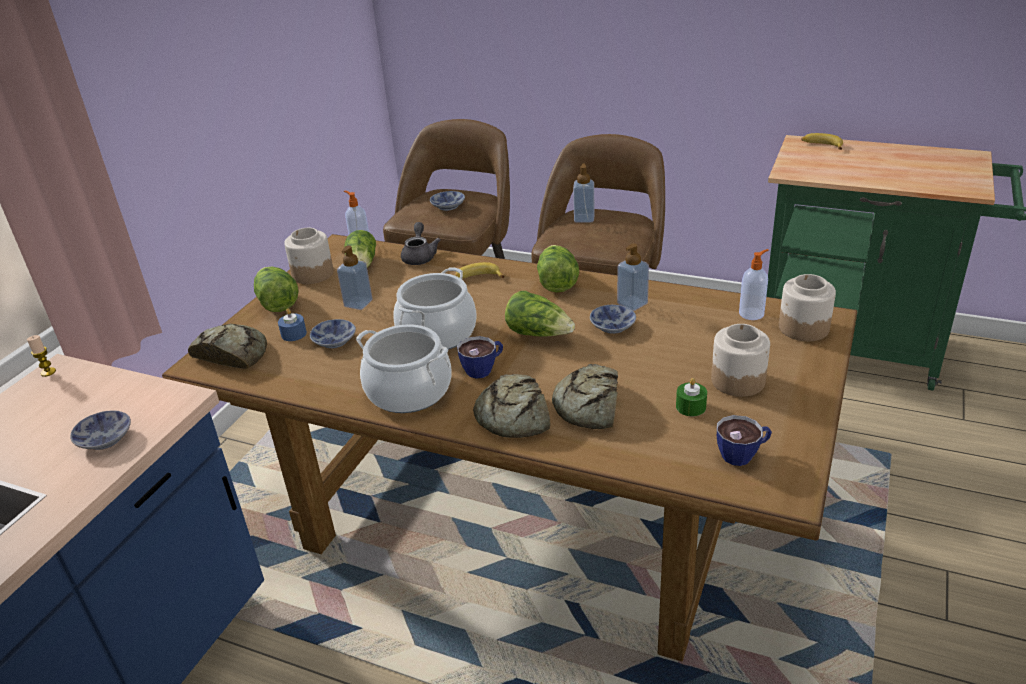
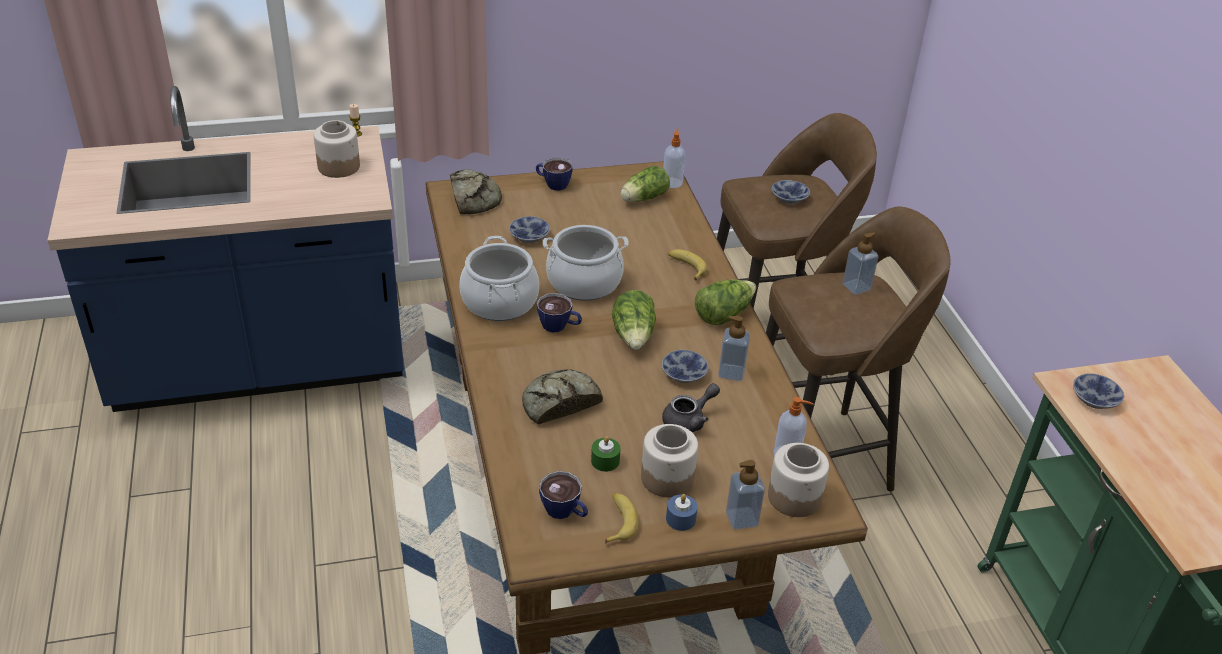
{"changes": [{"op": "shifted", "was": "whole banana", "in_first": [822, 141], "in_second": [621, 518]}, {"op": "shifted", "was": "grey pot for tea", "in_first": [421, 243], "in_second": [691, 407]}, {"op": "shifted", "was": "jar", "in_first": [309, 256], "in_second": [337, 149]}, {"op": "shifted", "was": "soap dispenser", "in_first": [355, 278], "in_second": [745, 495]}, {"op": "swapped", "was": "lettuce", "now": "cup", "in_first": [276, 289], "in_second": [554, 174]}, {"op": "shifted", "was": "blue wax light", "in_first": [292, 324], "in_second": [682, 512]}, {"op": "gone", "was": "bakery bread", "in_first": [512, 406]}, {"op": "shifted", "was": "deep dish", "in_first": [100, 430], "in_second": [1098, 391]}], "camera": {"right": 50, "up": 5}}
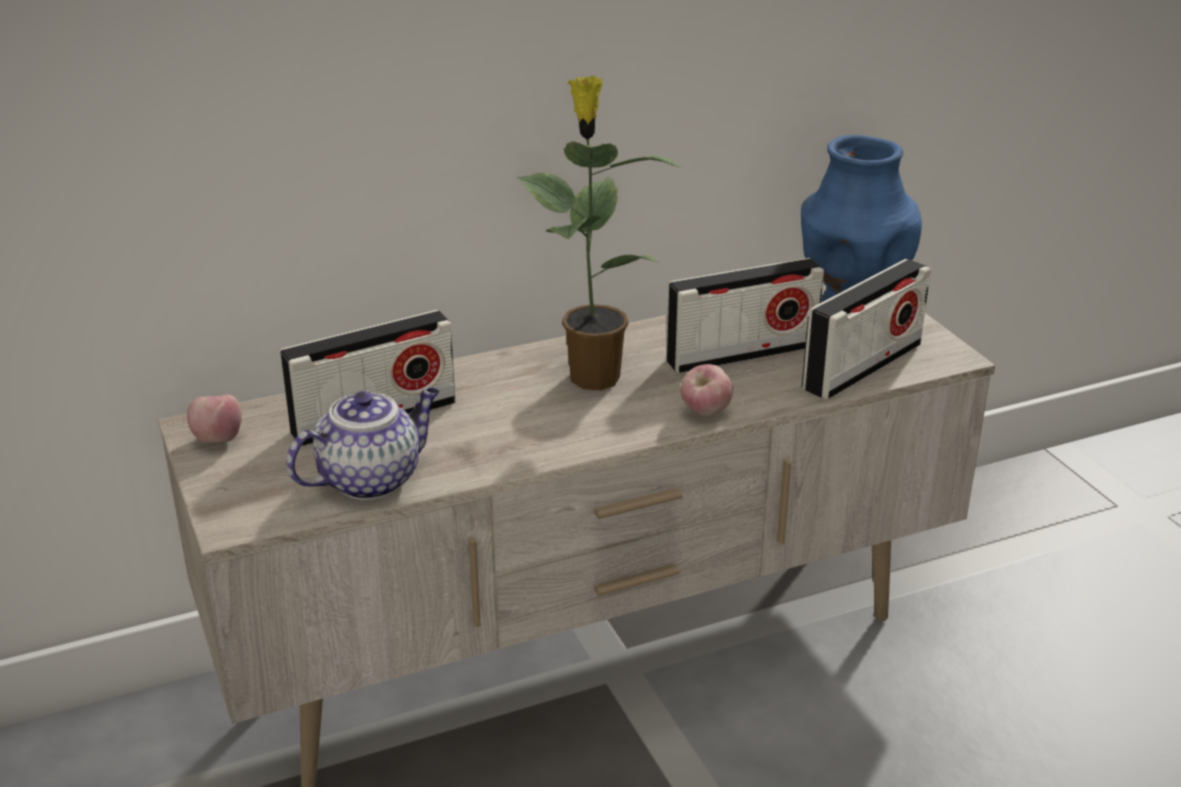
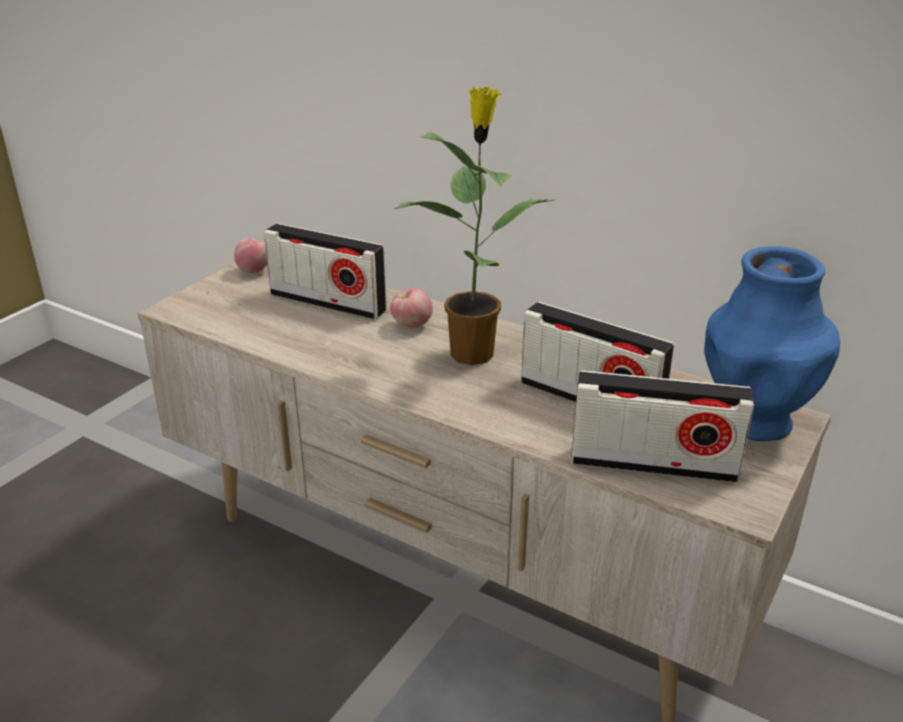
{"changes": [{"op": "shifted", "was": "whole apple", "in_first": [706, 390], "in_second": [411, 308]}, {"op": "gone", "was": "pot for tea", "in_first": [362, 444]}], "camera": {"right": 55, "up": 0}}
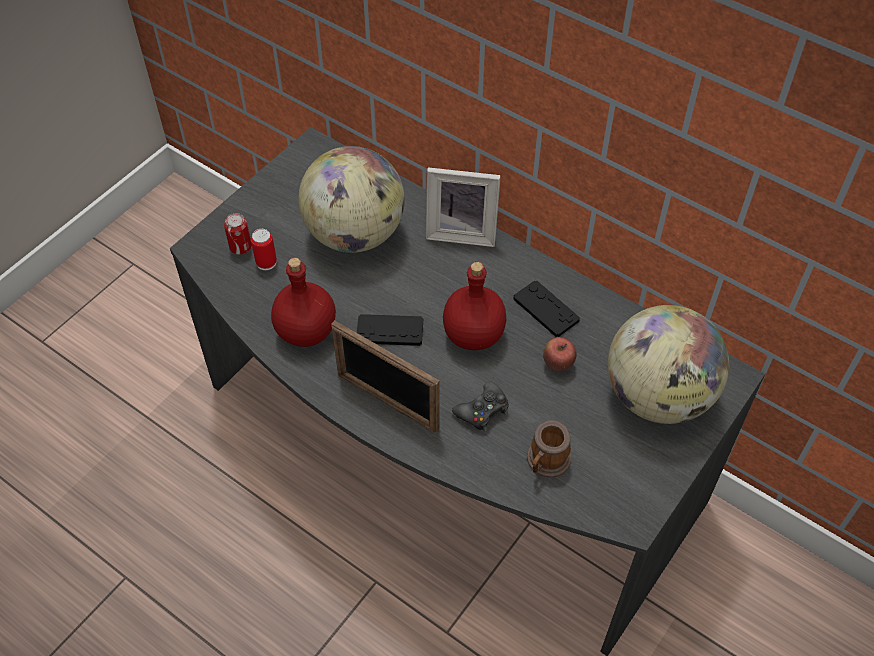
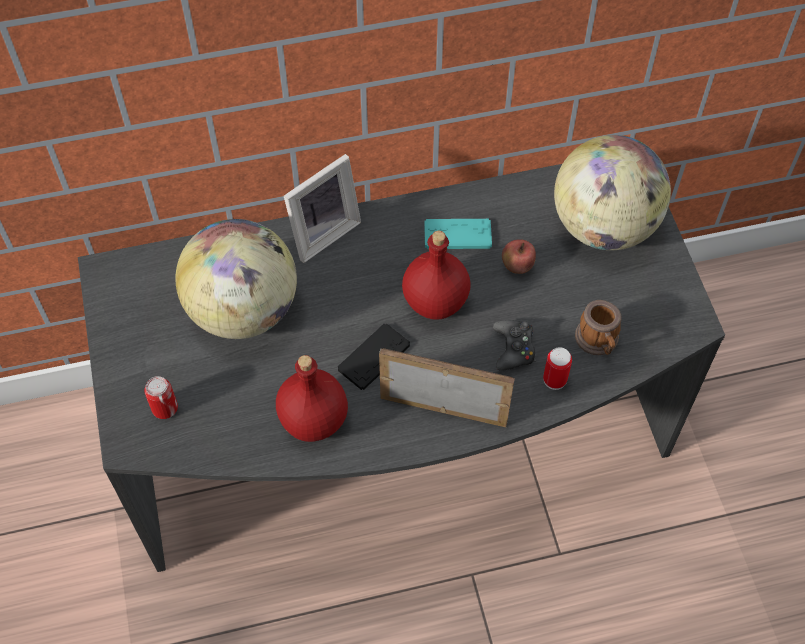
{"changes": [{"op": "shifted", "was": "sealed can", "in_first": [264, 249], "in_second": [557, 368]}, {"op": "repainted", "was": "blackish gamepad", "now": "blue-green gamepad", "in_first": [546, 309], "in_second": [458, 234]}, {"op": "rotated", "was": "photo frame", "in_first": [385, 376], "in_second": [447, 387], "clockwise": -150}], "camera": {"right": -50, "up": 5}}
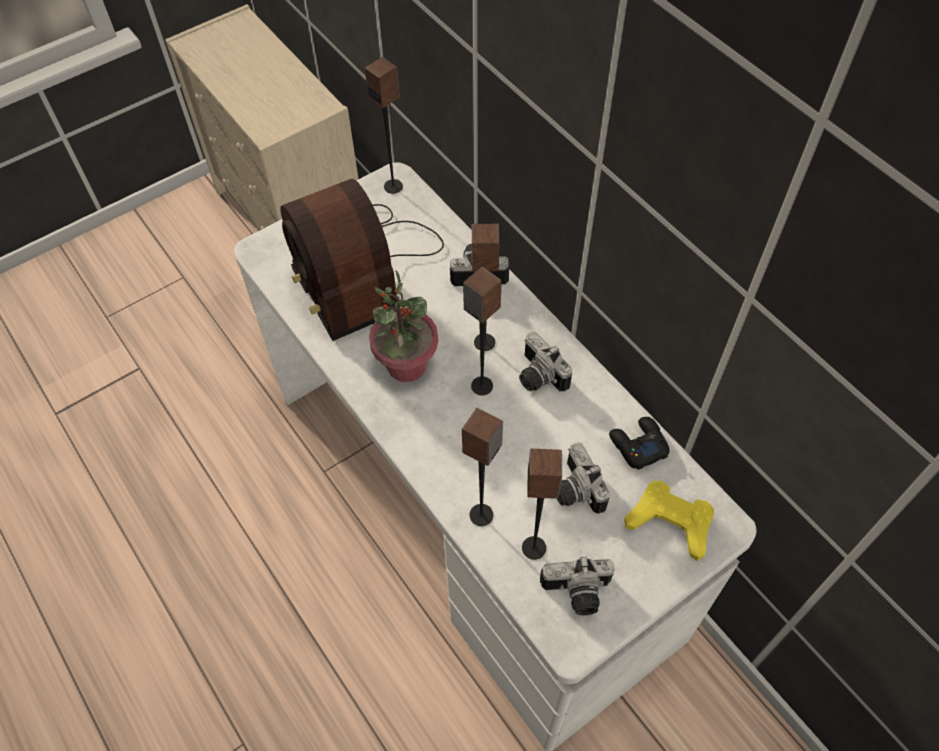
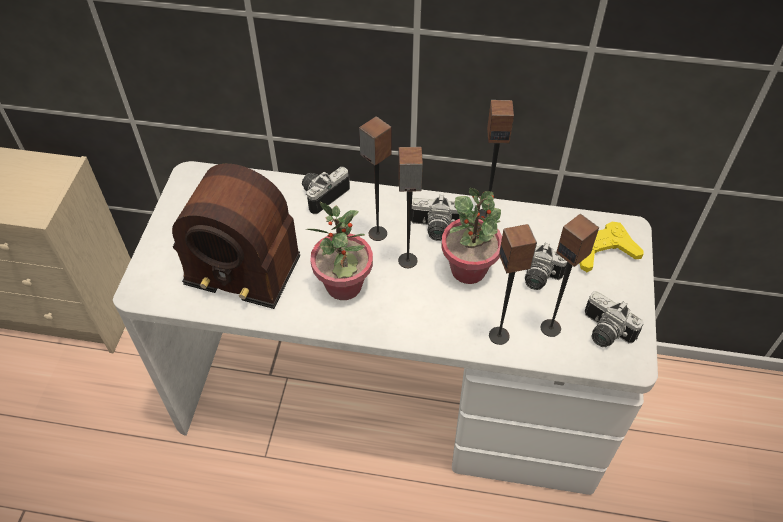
{"changes": [{"op": "shifted", "was": "loudspeaker", "in_first": [384, 125], "in_second": [496, 159]}, {"op": "gone", "was": "blackish gamepad", "in_first": [639, 443]}, {"op": "rotated", "was": "still camera", "in_first": [577, 585], "in_second": [614, 319], "clockwise": 90}, {"op": "new", "now": "plant in a pot", "in_second": [472, 236]}], "camera": {"right": -45, "up": -5}}
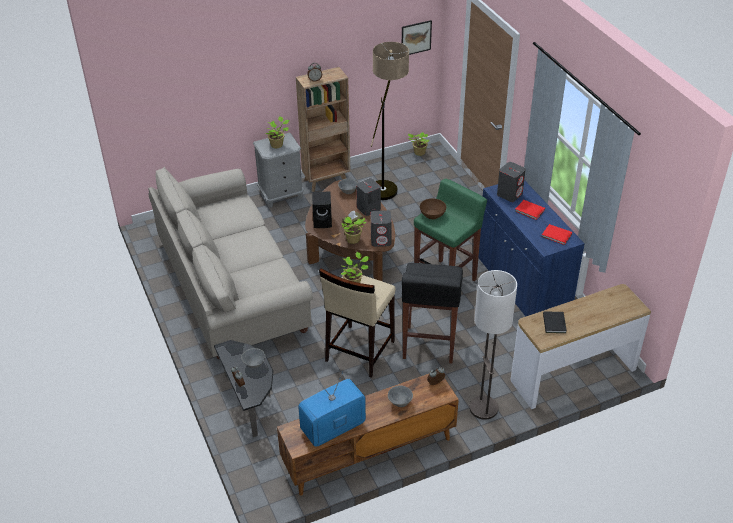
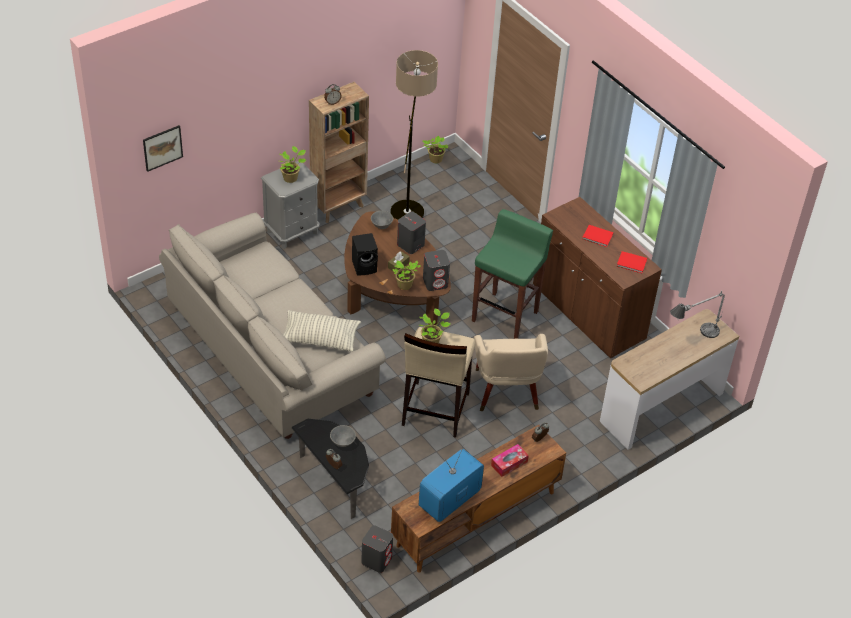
{"changes": [{"op": "shifted", "was": "wall art", "in_first": [417, 37], "in_second": [163, 148]}, {"op": "shifted", "was": "grey loudspeaker", "in_first": [511, 182], "in_second": [377, 549]}, {"op": "repainted", "was": "blue storage cabinet", "now": "brown-coloured storage cabinet", "in_first": [531, 248], "in_second": [597, 278]}, {"op": "gone", "was": "brown-coloured deep dish", "in_first": [433, 208]}, {"op": "swapped", "was": "blackish stool seat", "now": "beige lounge chair", "in_first": [432, 313], "in_second": [511, 372]}, {"op": "gone", "was": "standard lamp", "in_first": [493, 345]}, {"op": "gone", "was": "blackish bound book", "in_first": [555, 322]}, {"op": "swapped", "was": "grey deep dish", "now": "box of tissues", "in_first": [400, 396], "in_second": [510, 460]}, {"op": "new", "now": "table lamp", "in_second": [697, 314]}, {"op": "new", "now": "throw pillow", "in_second": [322, 331]}], "camera": {"right": -15, "up": 5}}
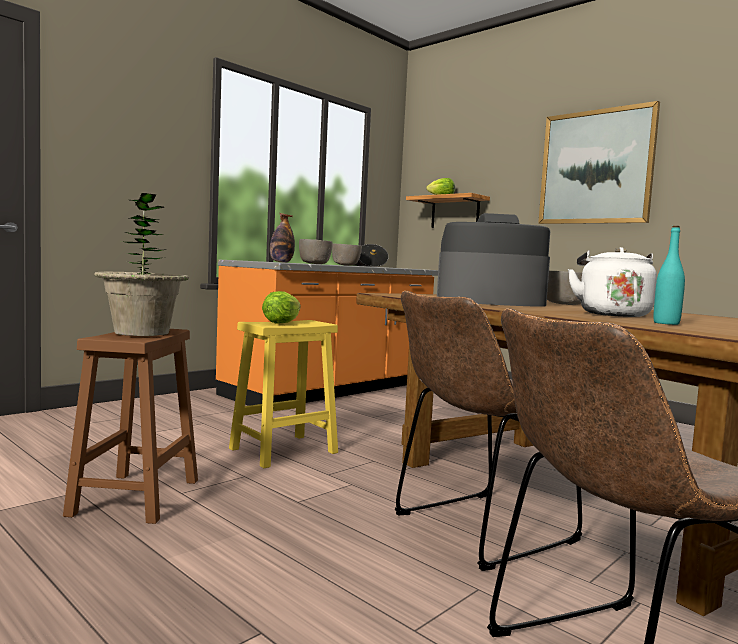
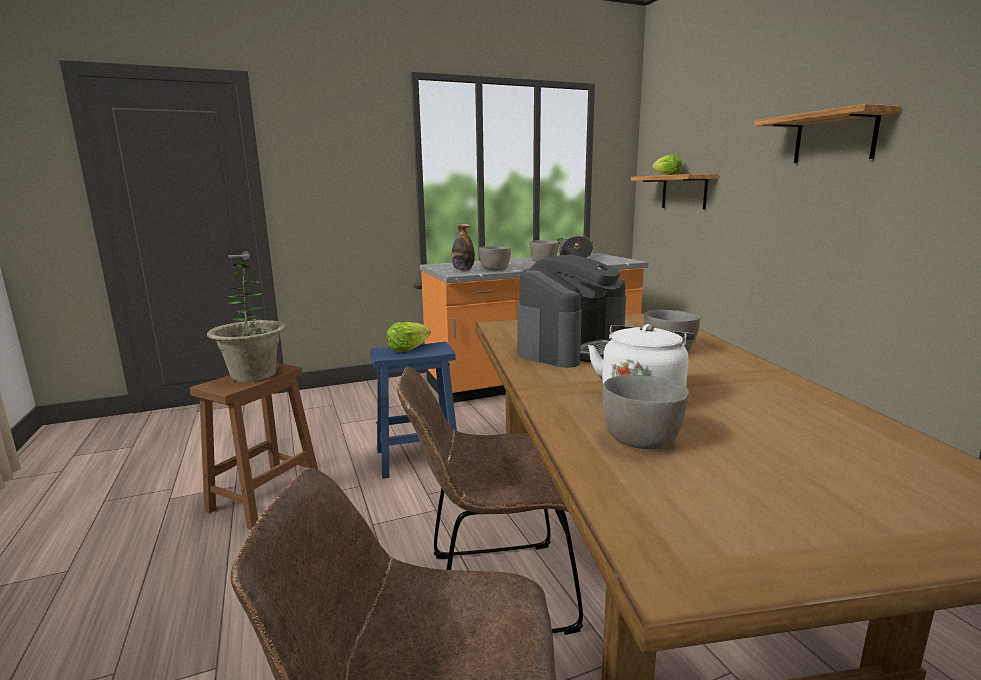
{"changes": [{"op": "swapped", "was": "wall art", "now": "bracket shelf", "in_first": [599, 162], "in_second": [827, 133]}, {"op": "rotated", "was": "coffee maker", "in_first": [493, 260], "in_second": [571, 311], "clockwise": 105}, {"op": "swapped", "was": "blue-green beverage bottle", "now": "grey deep dish", "in_first": [669, 275], "in_second": [645, 412]}, {"op": "repainted", "was": "yellow-coloured stool seat", "now": "blue stool seat", "in_first": [283, 394], "in_second": [413, 410]}], "camera": {"right": 25, "up": 10}}
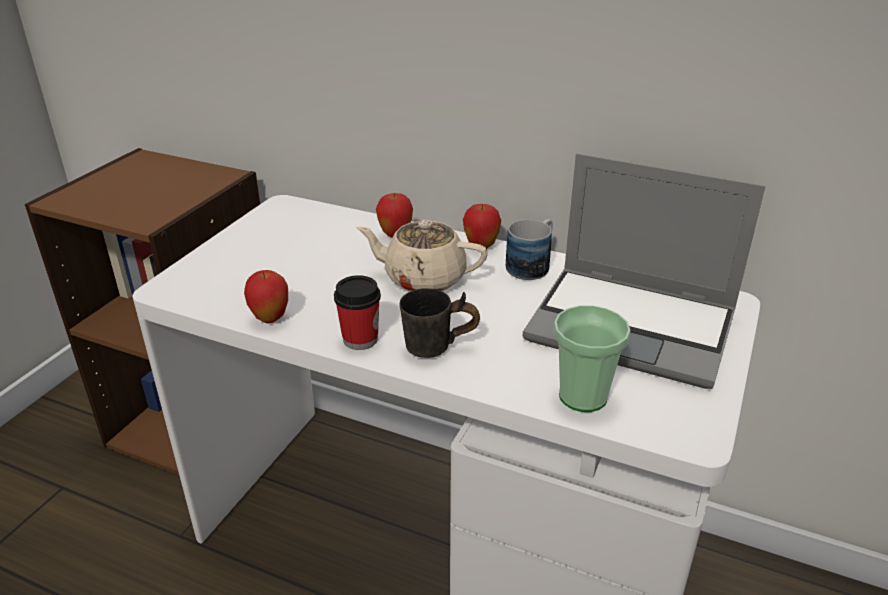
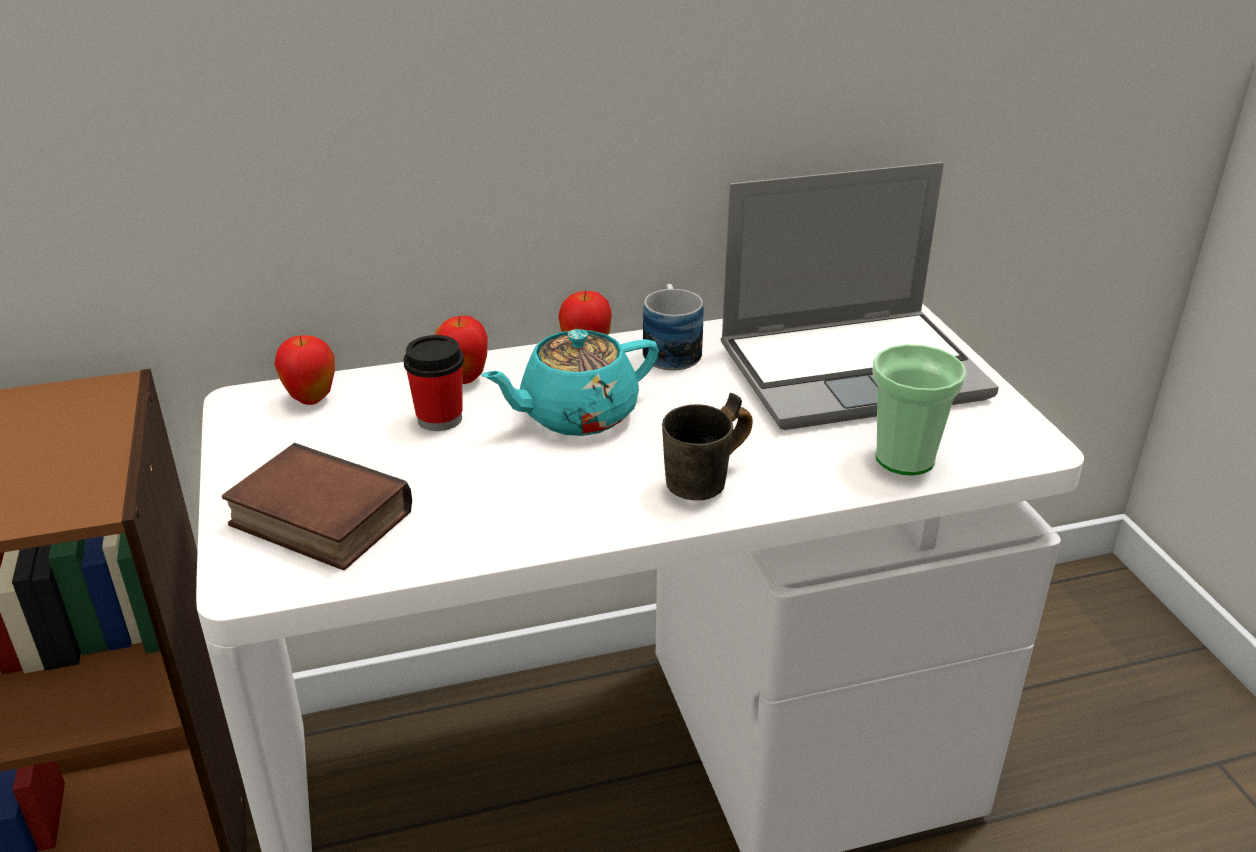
{"changes": [{"op": "repainted", "was": "beige pot for tea", "now": "blue-green pot for tea", "in_first": [422, 255], "in_second": [570, 382]}, {"op": "shifted", "was": "whole apple", "in_first": [266, 296], "in_second": [304, 370]}, {"op": "shifted", "was": "cup", "in_first": [357, 312], "in_second": [433, 383]}, {"op": "new", "now": "bound book", "in_second": [317, 506]}], "camera": {"right": -40, "up": 0}}
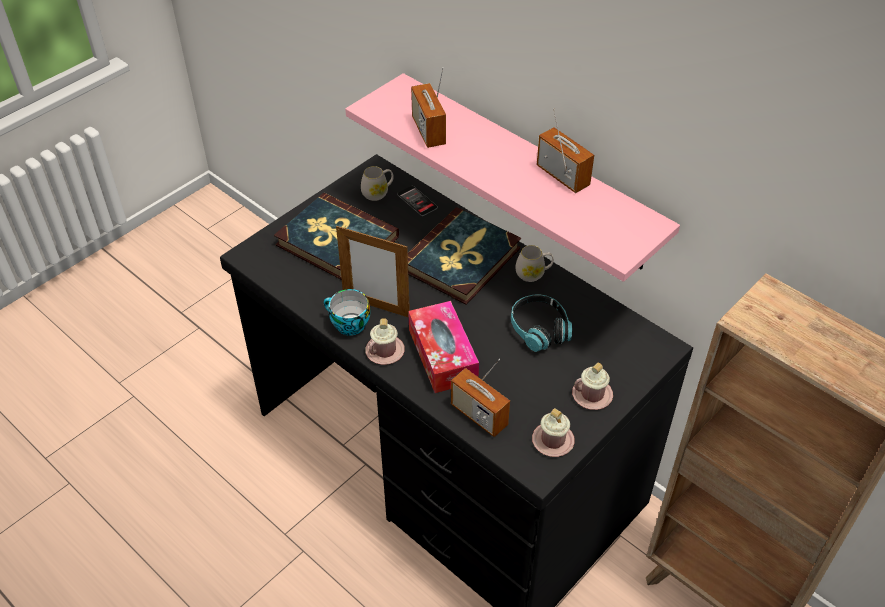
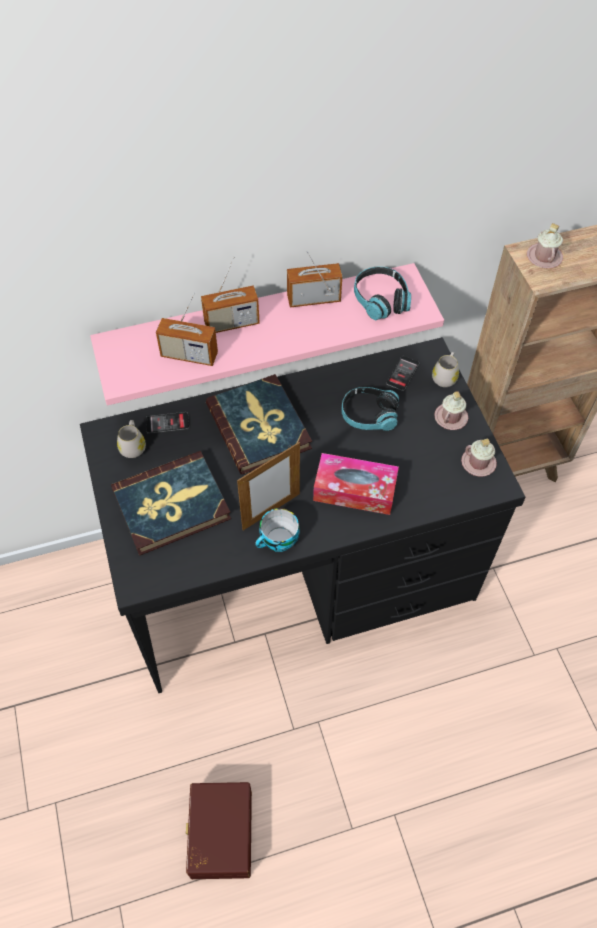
{"changes": [{"op": "shifted", "was": "white coffee mug", "in_first": [535, 263], "in_second": [445, 369]}, {"op": "shifted", "was": "pink-coloured coffee mug", "in_first": [385, 341], "in_second": [545, 245]}, {"op": "shifted", "was": "radio set", "in_first": [480, 398], "in_second": [230, 294]}, {"op": "new", "now": "headphones", "in_second": [382, 293]}, {"op": "new", "now": "telephone", "in_second": [402, 373]}, {"op": "new", "now": "brown-coloured storage container", "in_second": [219, 830]}], "camera": {"right": -60, "up": 10}}
